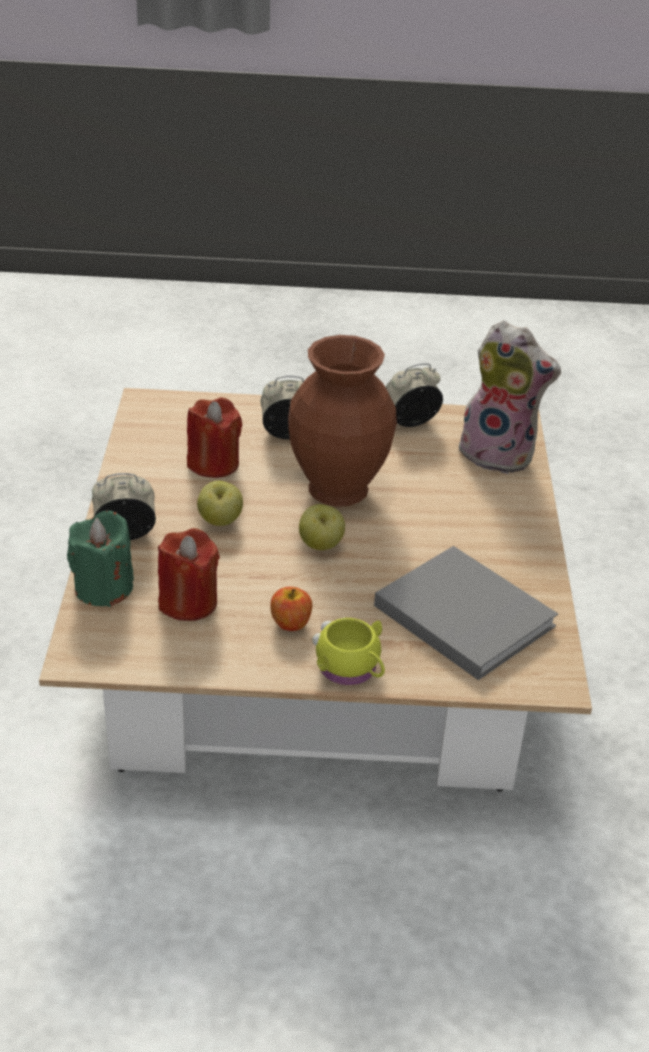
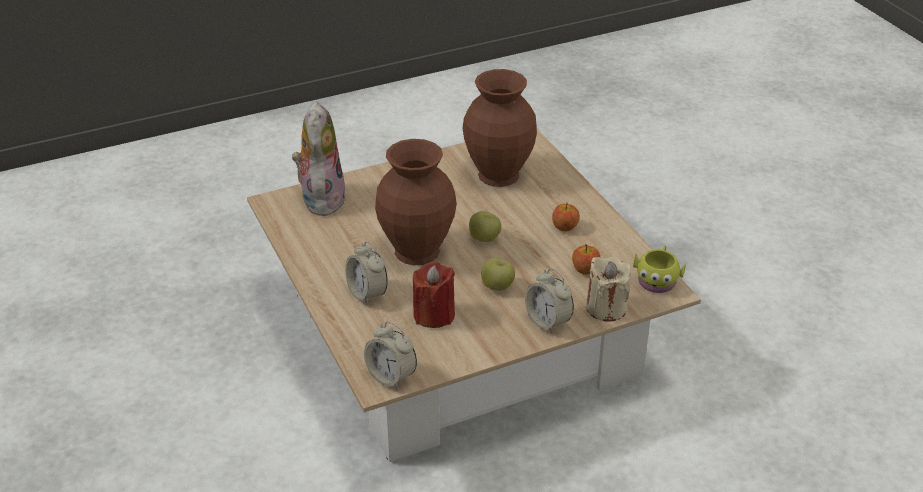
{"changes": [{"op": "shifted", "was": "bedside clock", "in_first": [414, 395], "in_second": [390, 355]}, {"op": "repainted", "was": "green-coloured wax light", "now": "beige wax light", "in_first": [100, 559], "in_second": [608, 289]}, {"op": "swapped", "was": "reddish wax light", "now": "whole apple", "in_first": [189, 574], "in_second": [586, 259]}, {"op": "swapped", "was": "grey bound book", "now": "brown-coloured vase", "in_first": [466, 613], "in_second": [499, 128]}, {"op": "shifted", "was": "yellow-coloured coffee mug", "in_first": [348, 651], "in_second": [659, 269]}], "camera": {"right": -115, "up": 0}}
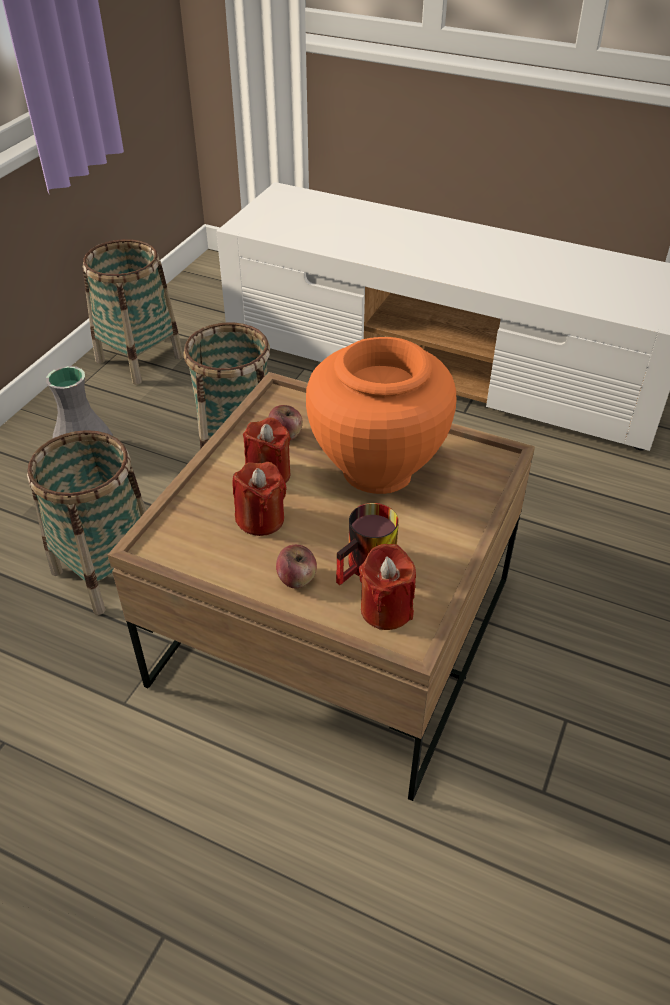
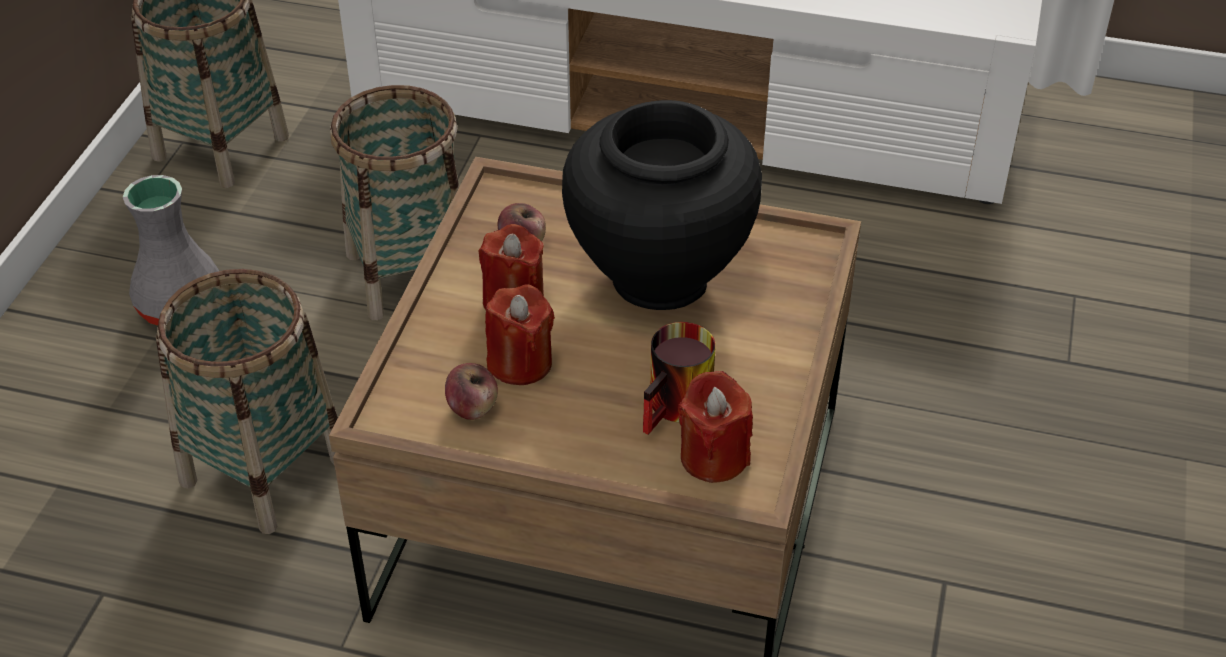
{"changes": [{"op": "repainted", "was": "orangey vase", "now": "blackish vase", "in_first": [381, 415], "in_second": [662, 205]}, {"op": "shifted", "was": "whole apple", "in_first": [296, 566], "in_second": [471, 391]}], "camera": {"right": -10, "up": 0}}
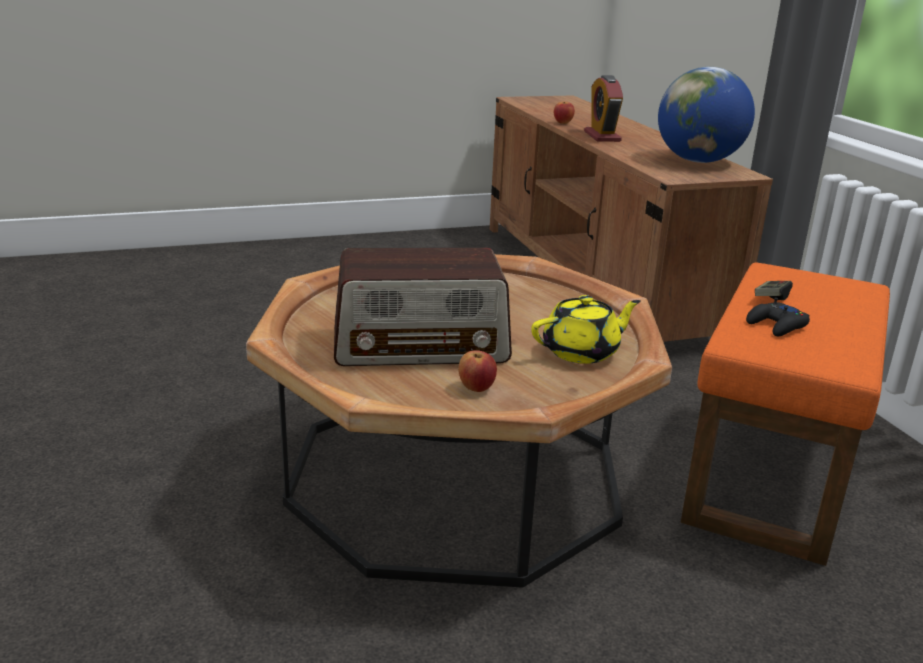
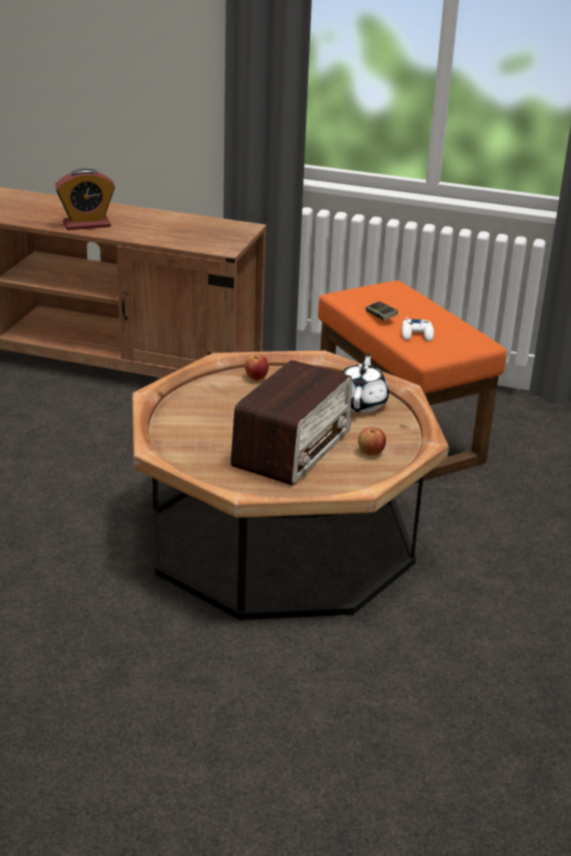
{"changes": [{"op": "gone", "was": "globe", "in_first": [706, 115]}, {"op": "rotated", "was": "bedside clock", "in_first": [603, 108], "in_second": [85, 199], "clockwise": -45}, {"op": "shifted", "was": "whole apple", "in_first": [564, 113], "in_second": [257, 367]}, {"op": "repainted", "was": "yellow-coloured pot for tea", "now": "white pot for tea", "in_first": [586, 329], "in_second": [365, 383]}, {"op": "repainted", "was": "blackish gamepad", "now": "white gamepad", "in_first": [778, 316], "in_second": [418, 329]}], "camera": {"right": -55, "up": 5}}
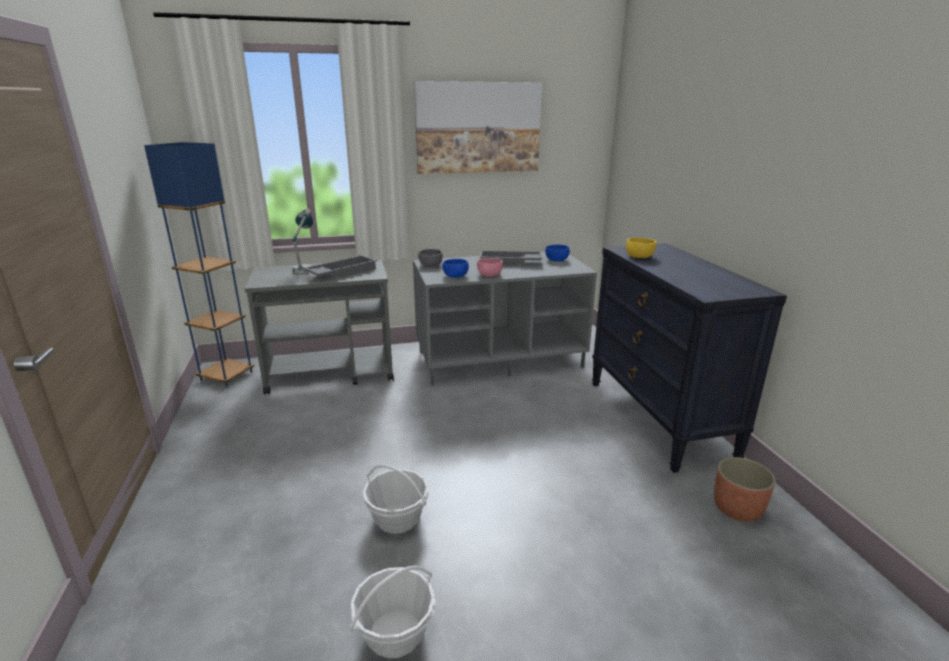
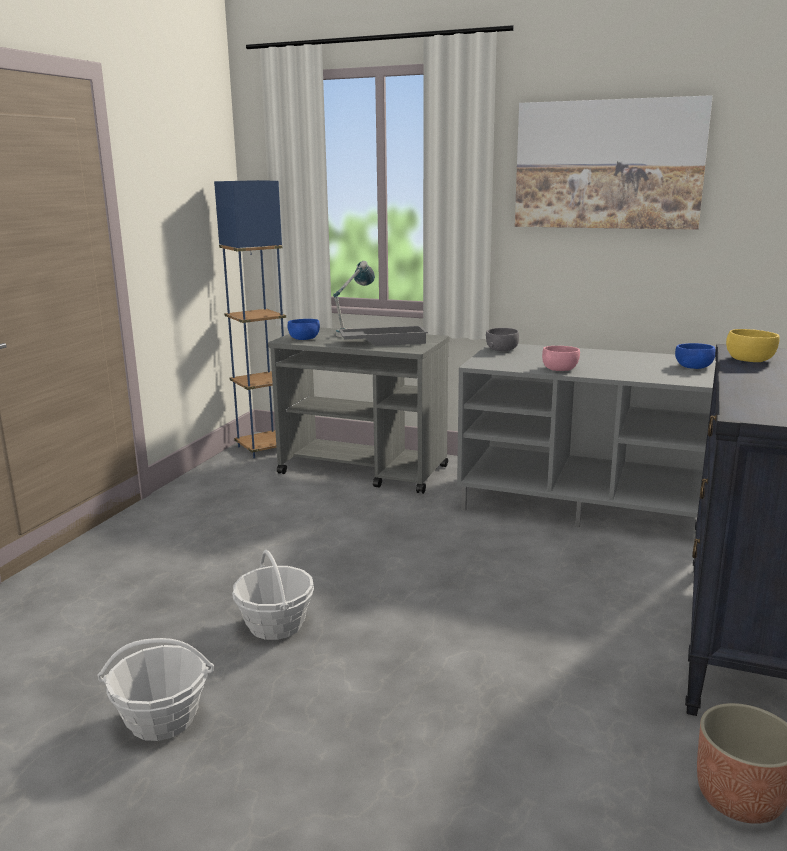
{"changes": [{"op": "gone", "was": "grey tray", "in_first": [511, 258]}, {"op": "shifted", "was": "blue deep dish", "in_first": [455, 268], "in_second": [304, 329]}], "camera": {"right": 35, "up": -5}}
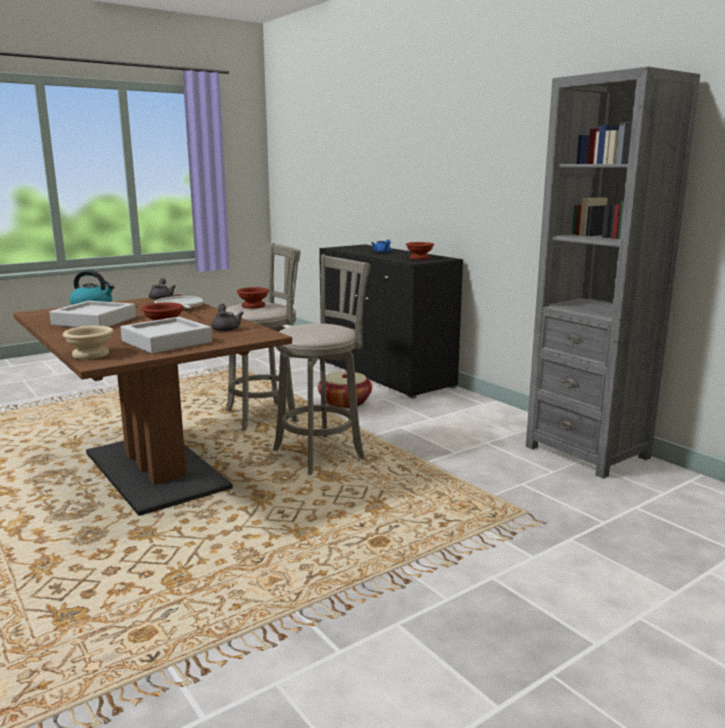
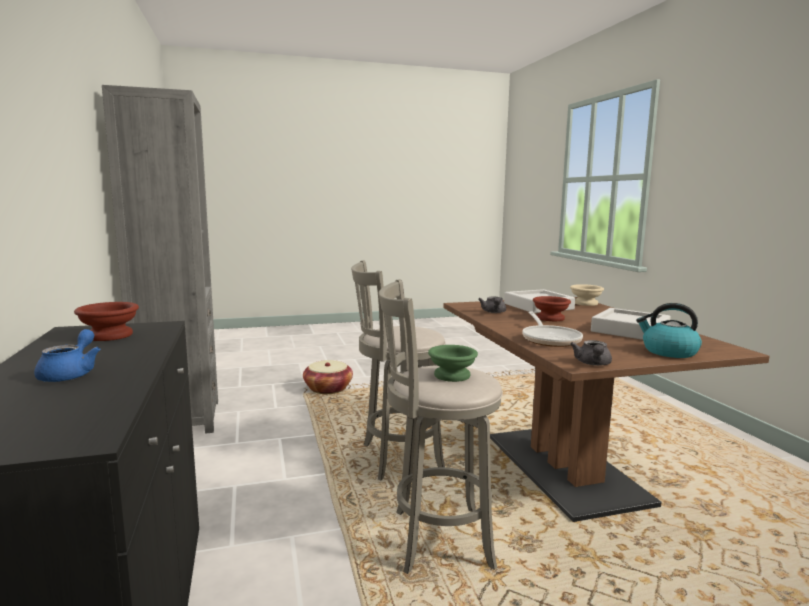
{"changes": [{"op": "repainted", "was": "brown-coloured deep dish", "now": "green-coloured deep dish", "in_first": [253, 298], "in_second": [453, 363]}, {"op": "shifted", "was": "basket", "in_first": [345, 389], "in_second": [328, 377]}], "camera": {"right": -160, "up": -5}}
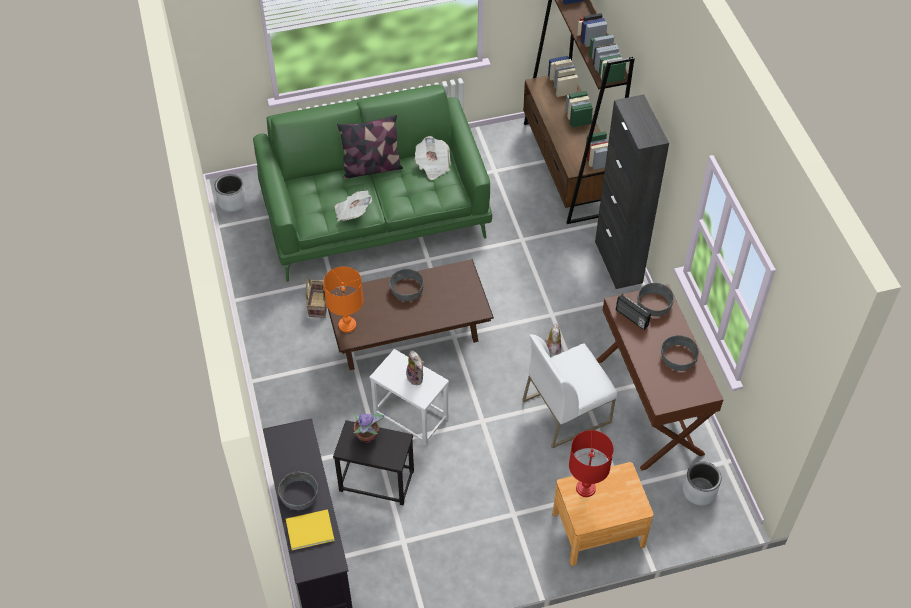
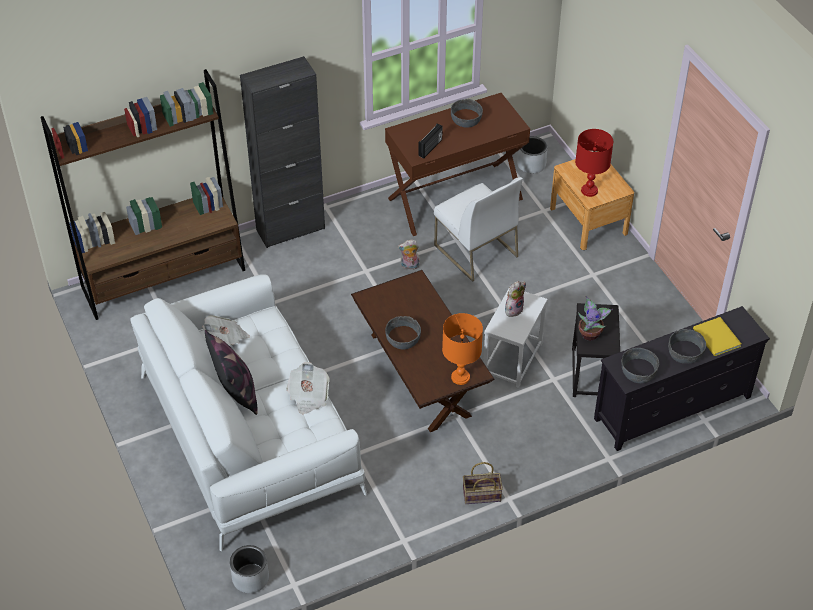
{"changes": [{"op": "repainted", "was": "green-coloured couch", "now": "white couch", "in_first": [372, 183], "in_second": [249, 412]}, {"op": "shifted", "was": "basket", "in_first": [316, 298], "in_second": [483, 483]}, {"op": "shifted", "was": "grey deep dish", "in_first": [655, 300], "in_second": [640, 365]}], "camera": {"right": -100, "up": -5}}
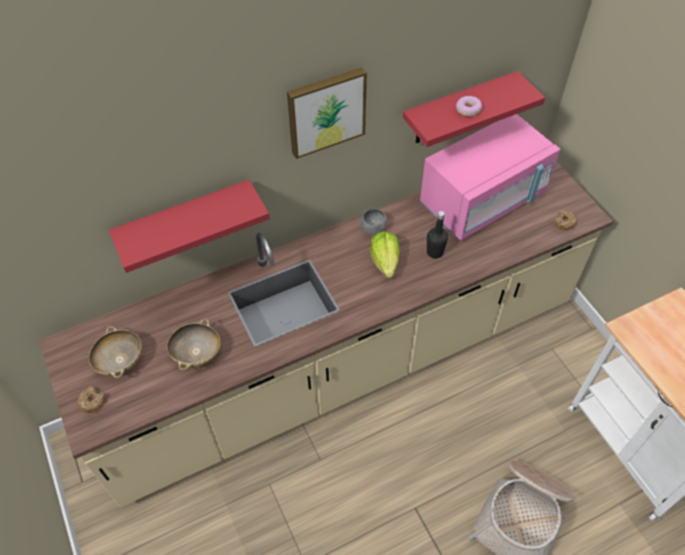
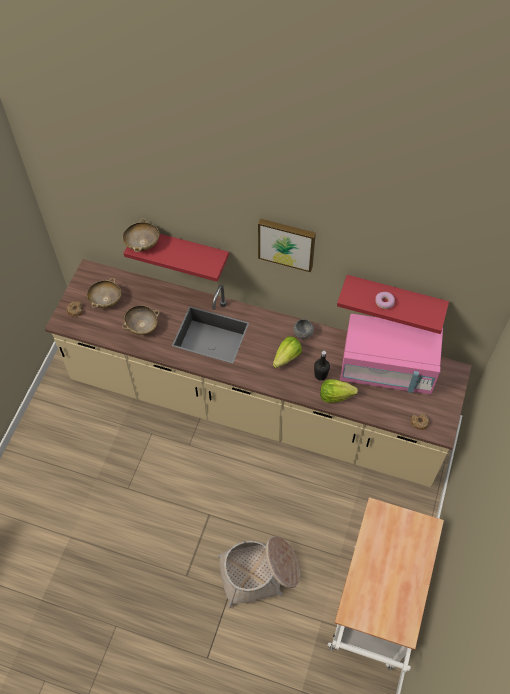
{"changes": [{"op": "new", "now": "beige deep dish", "in_second": [141, 235]}, {"op": "new", "now": "lettuce", "in_second": [339, 391]}], "camera": {"right": 45, "up": 5}}
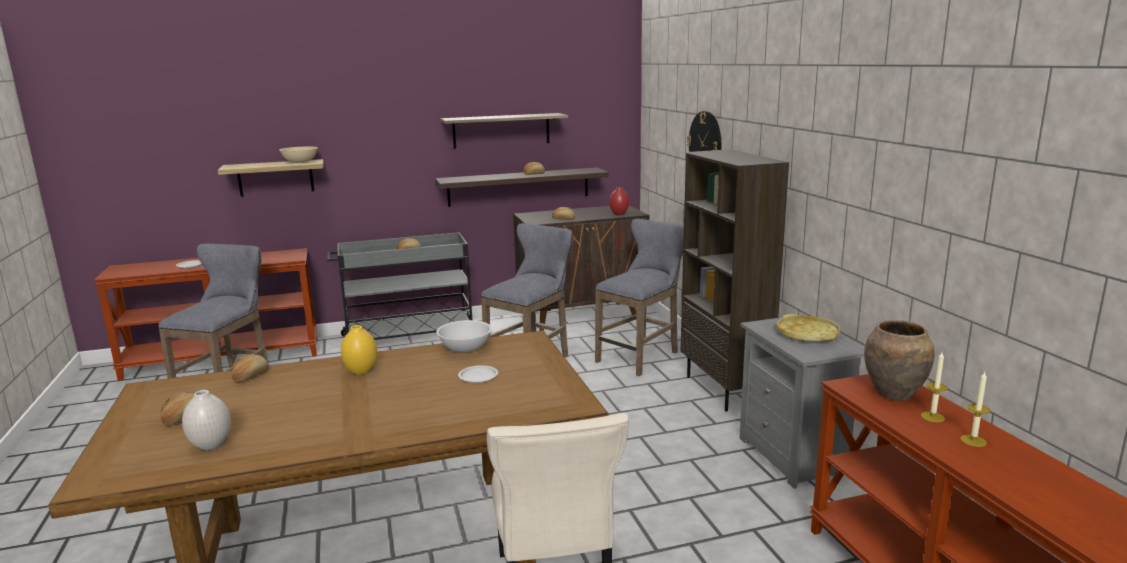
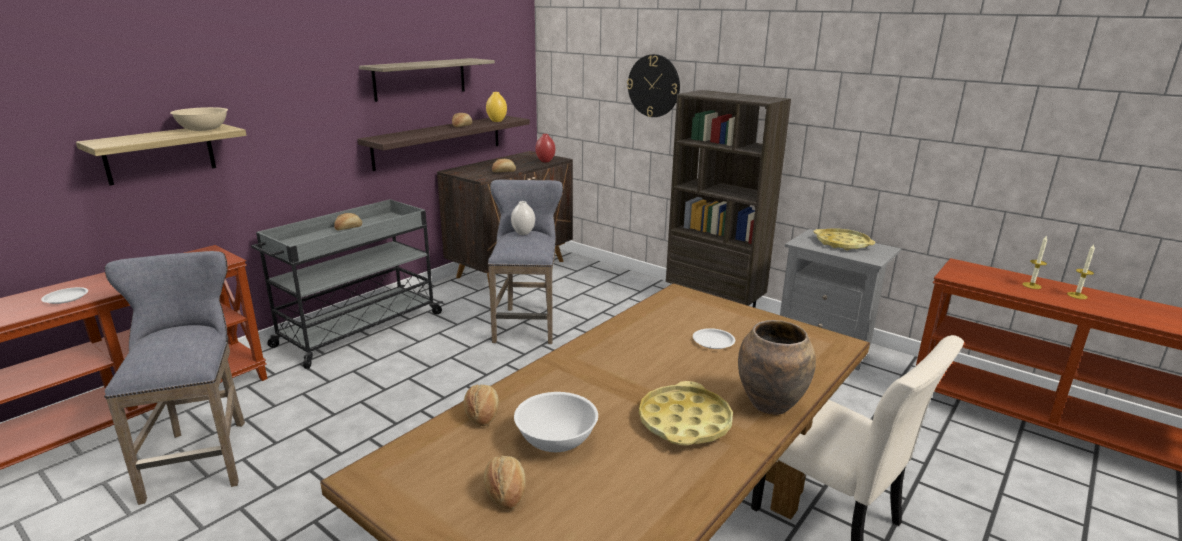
{"changes": [{"op": "gone", "was": "grey stool seat", "in_first": [639, 297]}, {"op": "shifted", "was": "white deep dish", "in_first": [464, 336], "in_second": [556, 422]}, {"op": "shifted", "was": "brown-coloured vase", "in_first": [899, 360], "in_second": [777, 367]}, {"op": "shifted", "was": "yellow-coloured vase", "in_first": [359, 350], "in_second": [496, 107]}, {"op": "shifted", "was": "white vase", "in_first": [206, 420], "in_second": [523, 218]}, {"op": "new", "now": "yellow-coloured tray", "in_second": [686, 413]}], "camera": {"right": -35, "up": 5}}
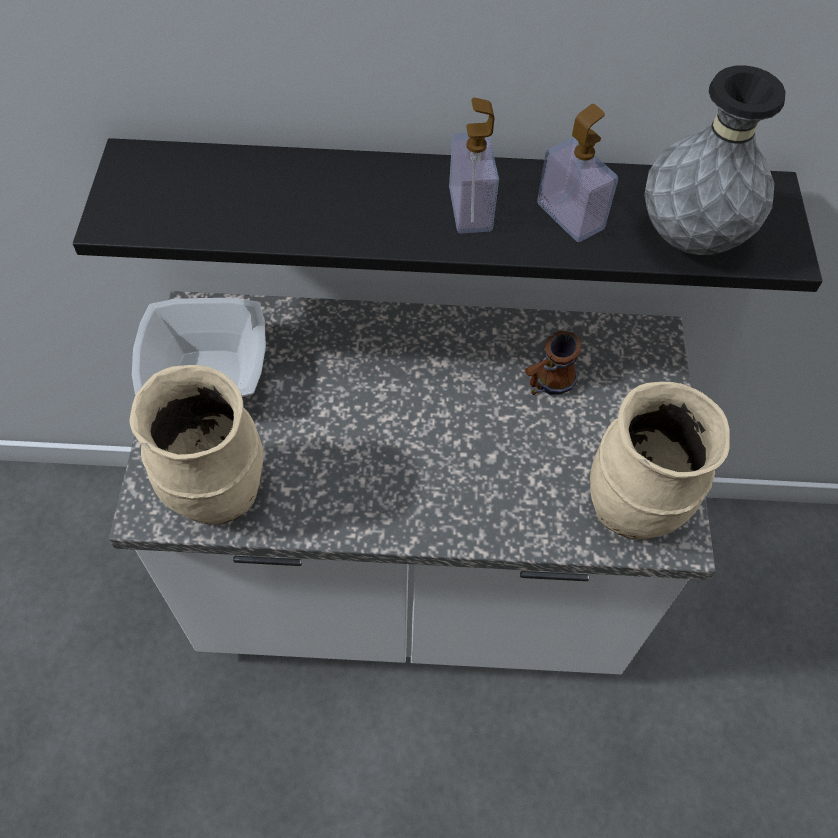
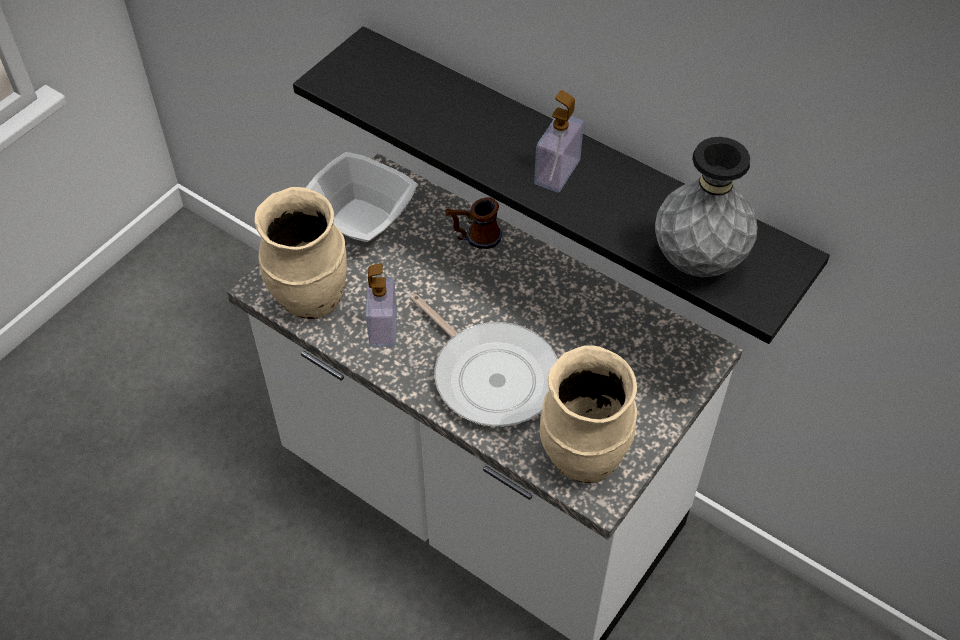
{"changes": [{"op": "shifted", "was": "soap dispenser", "in_first": [577, 173], "in_second": [381, 305]}, {"op": "shifted", "was": "coffee mug", "in_first": [553, 363], "in_second": [473, 223]}, {"op": "new", "now": "skillet", "in_second": [484, 360]}], "camera": {"right": 35, "up": -5}}
